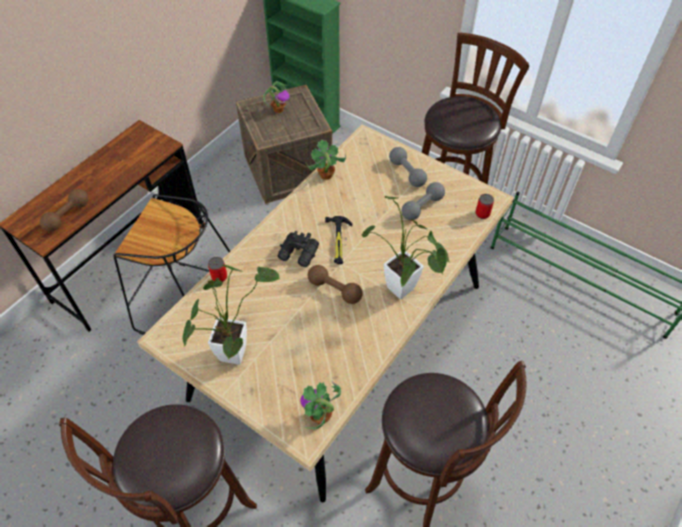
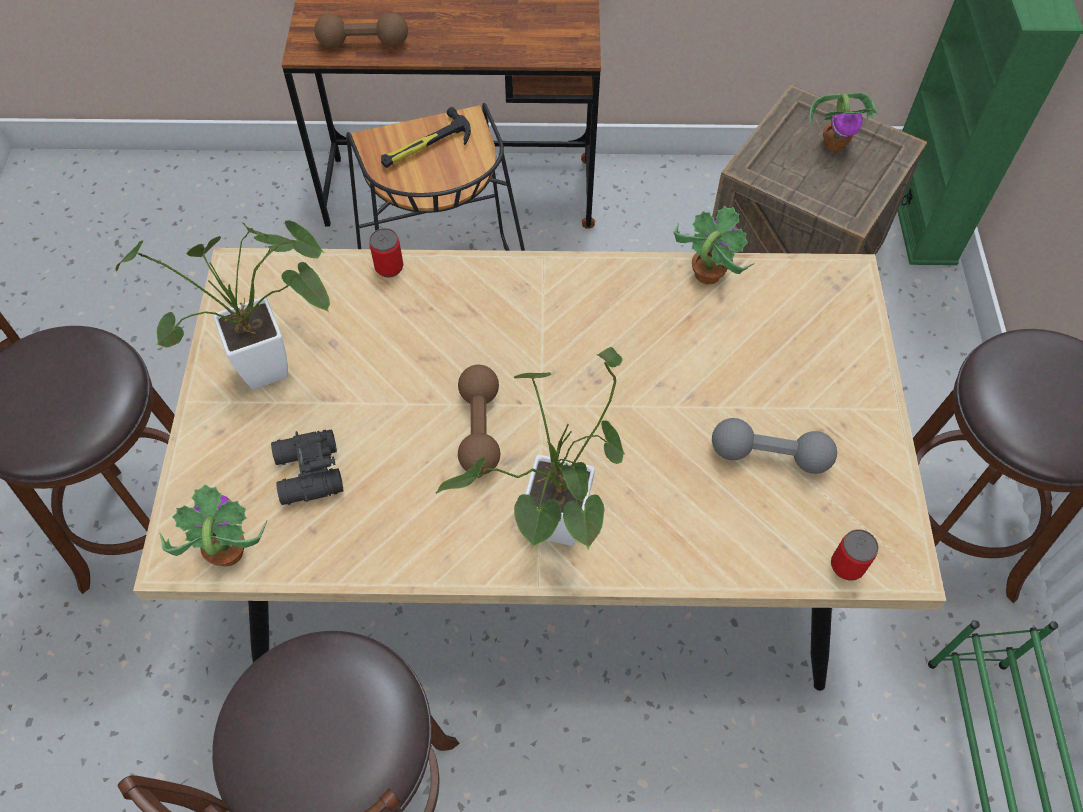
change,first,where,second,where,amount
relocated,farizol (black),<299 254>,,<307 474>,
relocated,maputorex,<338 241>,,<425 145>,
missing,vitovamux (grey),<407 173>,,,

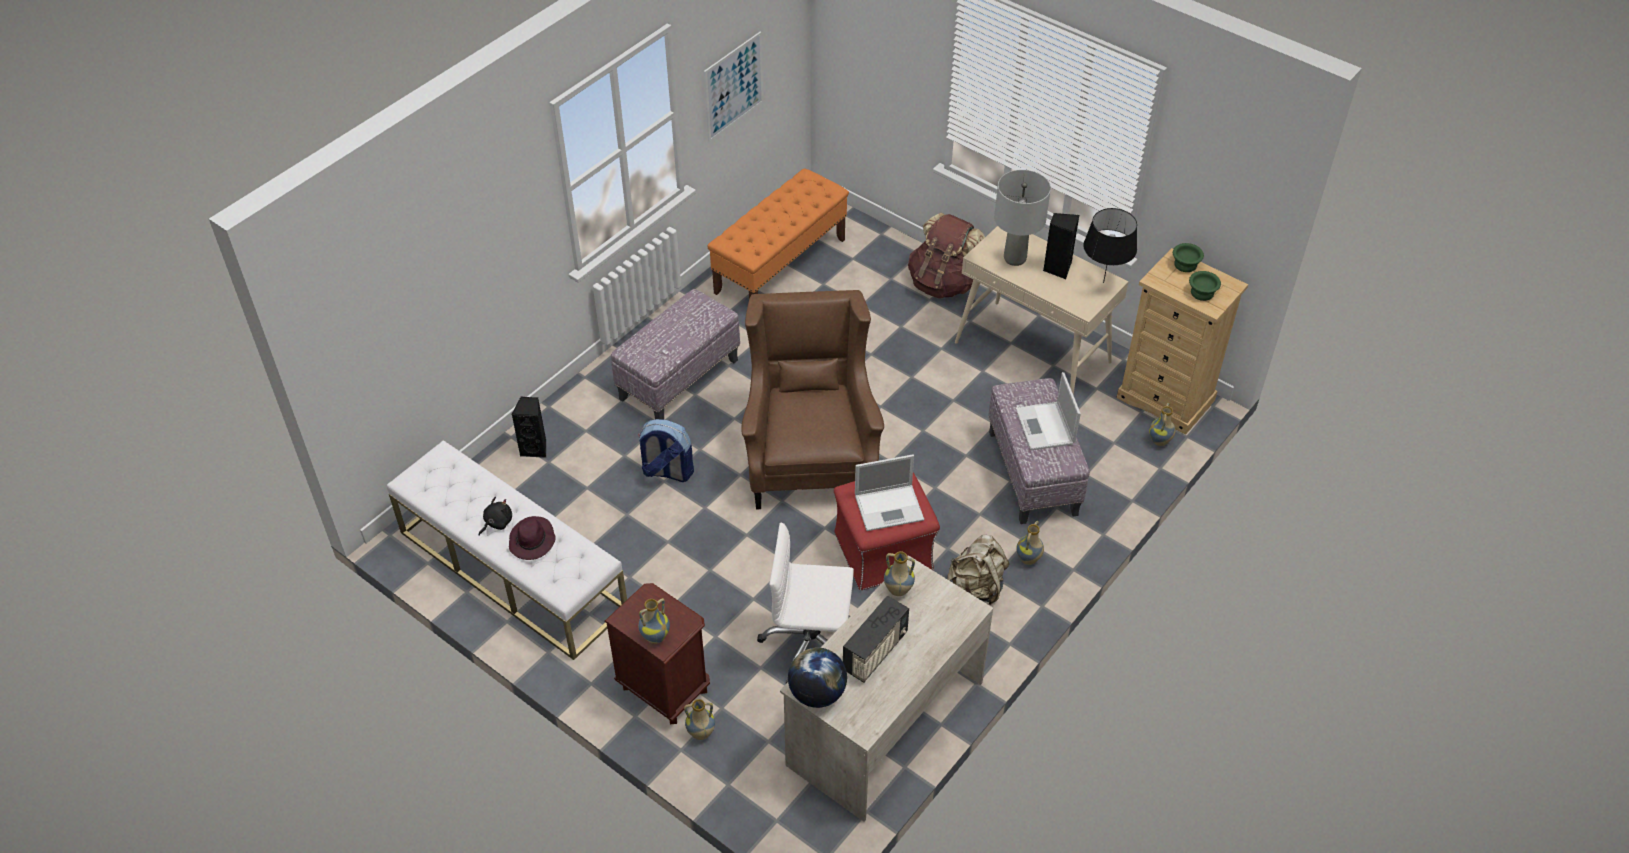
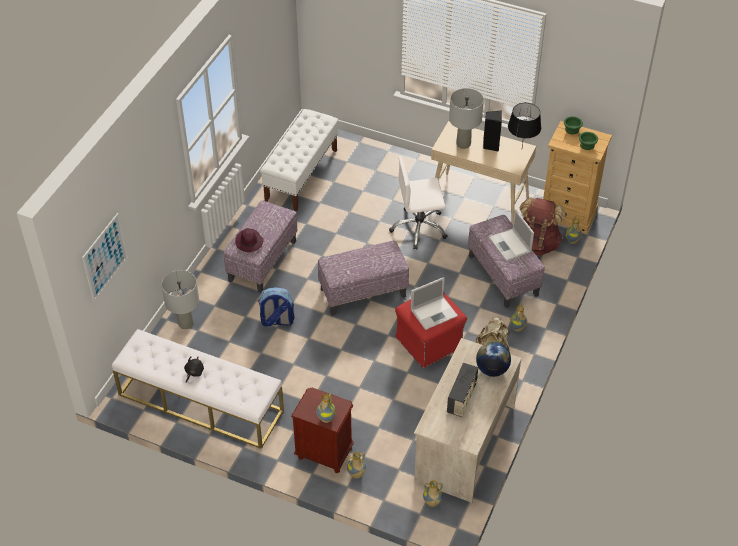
change,first,where,second,where,amount
relocated,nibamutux,<733 86>,,<105 257>,
exchanged,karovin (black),<535 448>,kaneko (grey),<186 323>,
relocated,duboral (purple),<532 541>,,<249 242>,
colour,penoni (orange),<780 265>,penoni (white),<301 175>,
exchanged,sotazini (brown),<810 455>,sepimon,<363 292>,
relocated,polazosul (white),<811 645>,,<419 228>,
relocated,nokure,<898 590>,,<432 503>,
relocated,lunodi,<817 693>,,<492 369>,
relocated,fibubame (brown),<942 283>,,<536 243>,

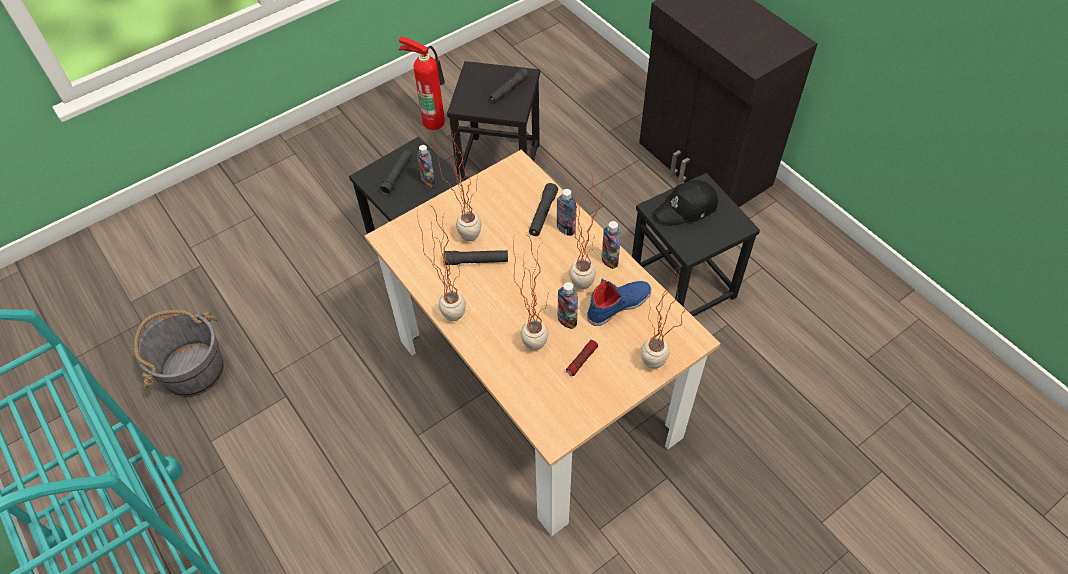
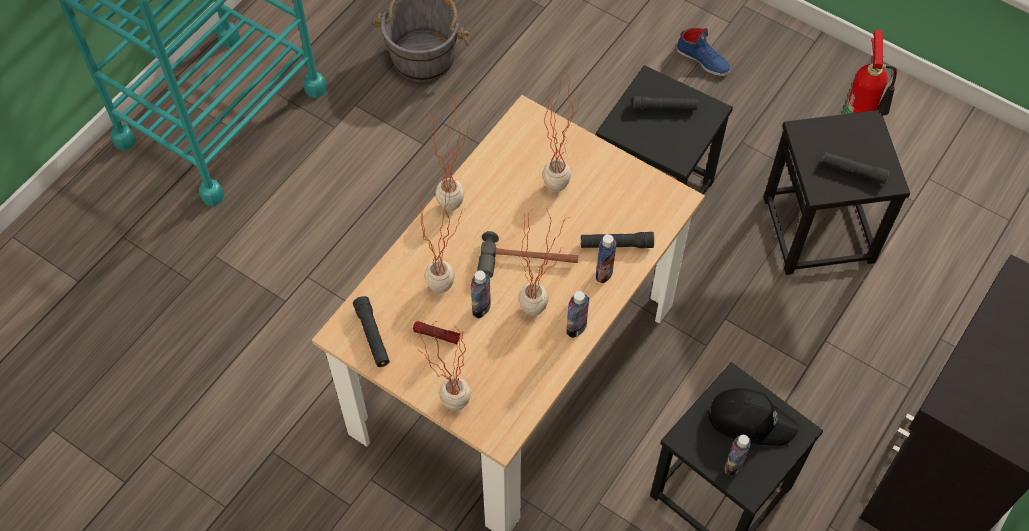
change,first,where,second,where,amount
relocated,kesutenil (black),<476 261>,,<372 335>,
appeared,,,maputorex,<528 261>,
relocated,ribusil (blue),<618 305>,,<703 60>,
spun,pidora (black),<687 209>,,<750 420>,150 degrees clockwise
relocated,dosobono,<428 181>,,<733 465>,

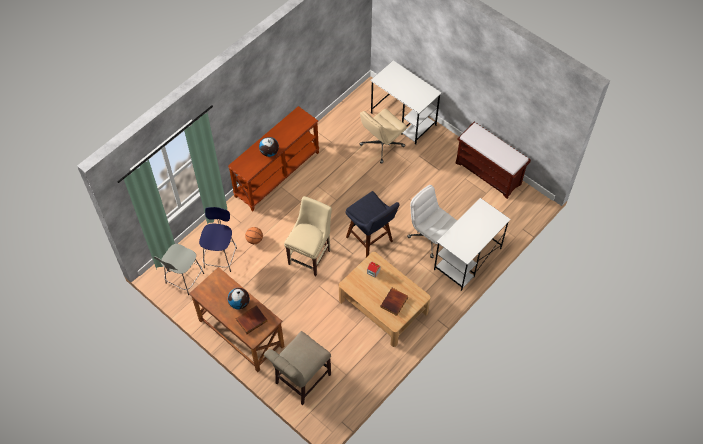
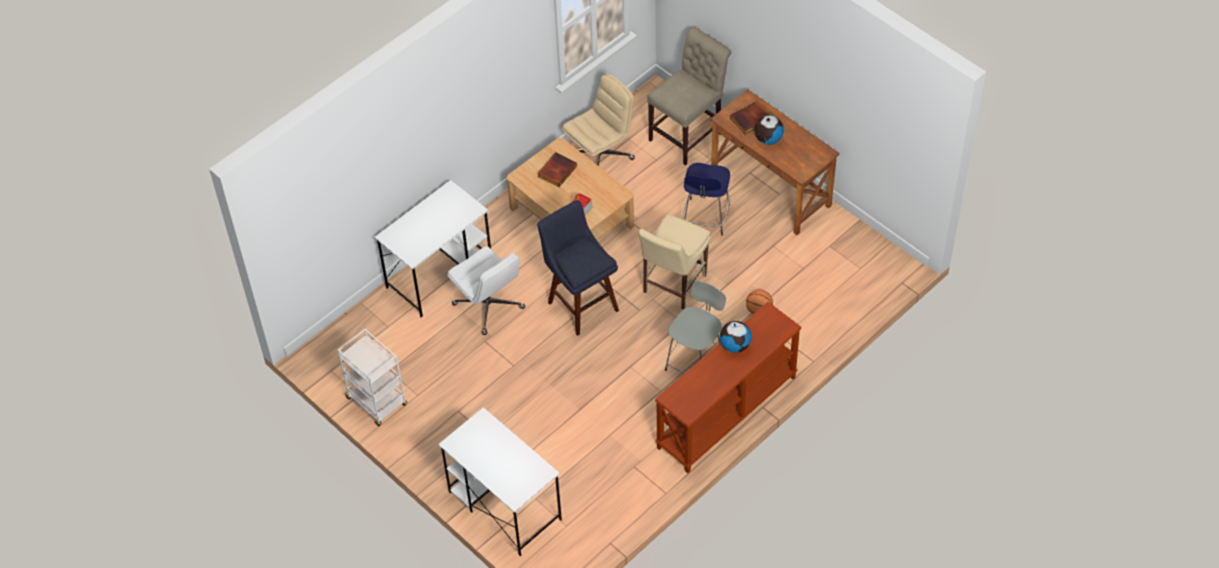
change,first,where,second,where,amount
exchanged,penoni (brown),<489 173>,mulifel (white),<377 402>,
relocated,polazosul (beige),<381 146>,,<600 156>,
relocated,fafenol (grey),<184 279>,,<695 363>,
relocated,fafenol (blue),<220 256>,,<705 218>,

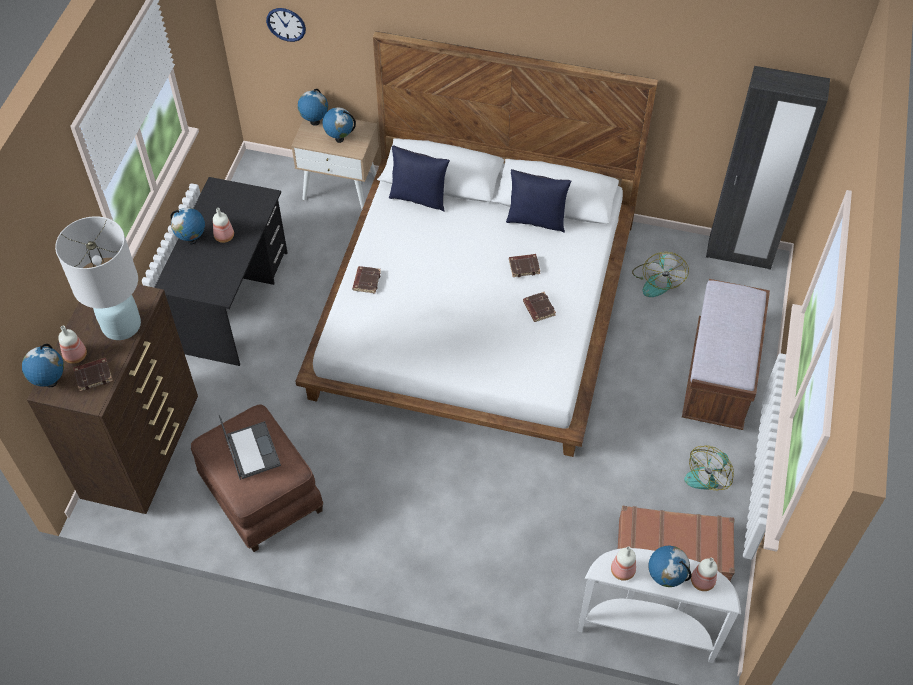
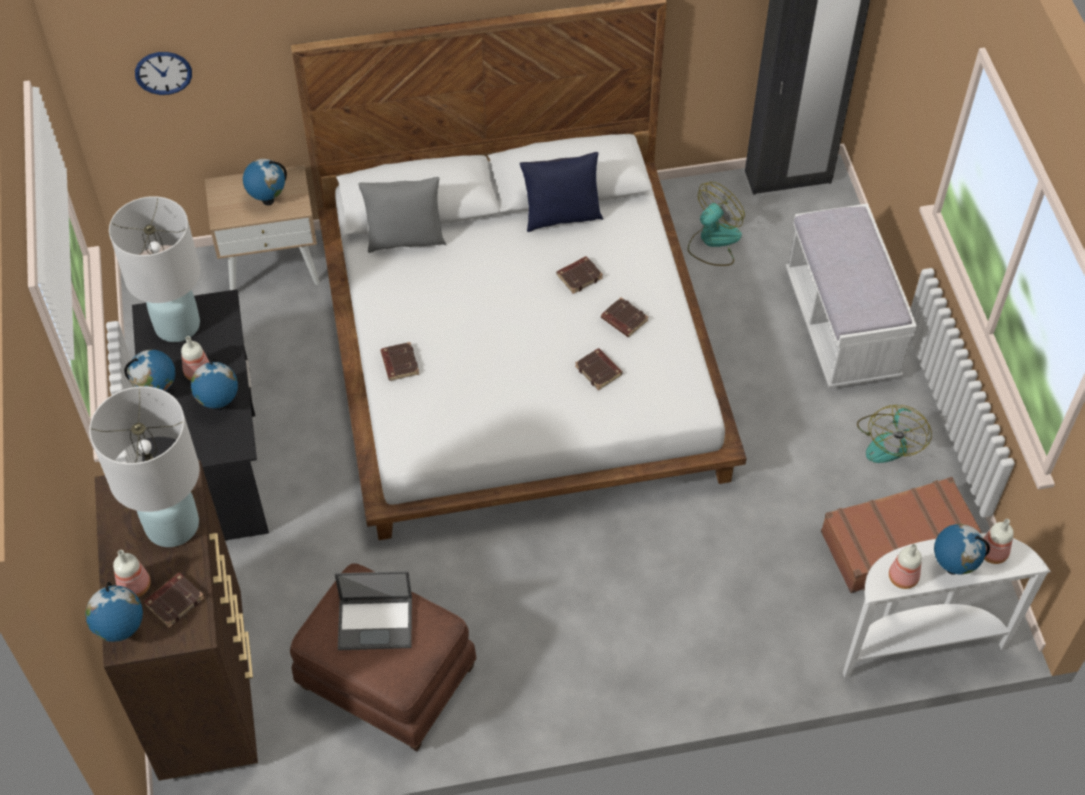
change,first,where,second,where,amount
appeared,,,kaneko (white),<177 325>,
relocated,lunodi,<314 122>,,<219 404>,
spun,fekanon,<252 450>,,<376 622>,135 degrees clockwise
colour,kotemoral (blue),<418 198>,kotemoral (grey),<405 239>,
appeared,,,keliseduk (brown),<599 371>,
spun,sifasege,<657 280>,,<713 241>,120 degrees counterclockwise
colour,penoni (brown),<718 376>,penoni (white),<841 326>,

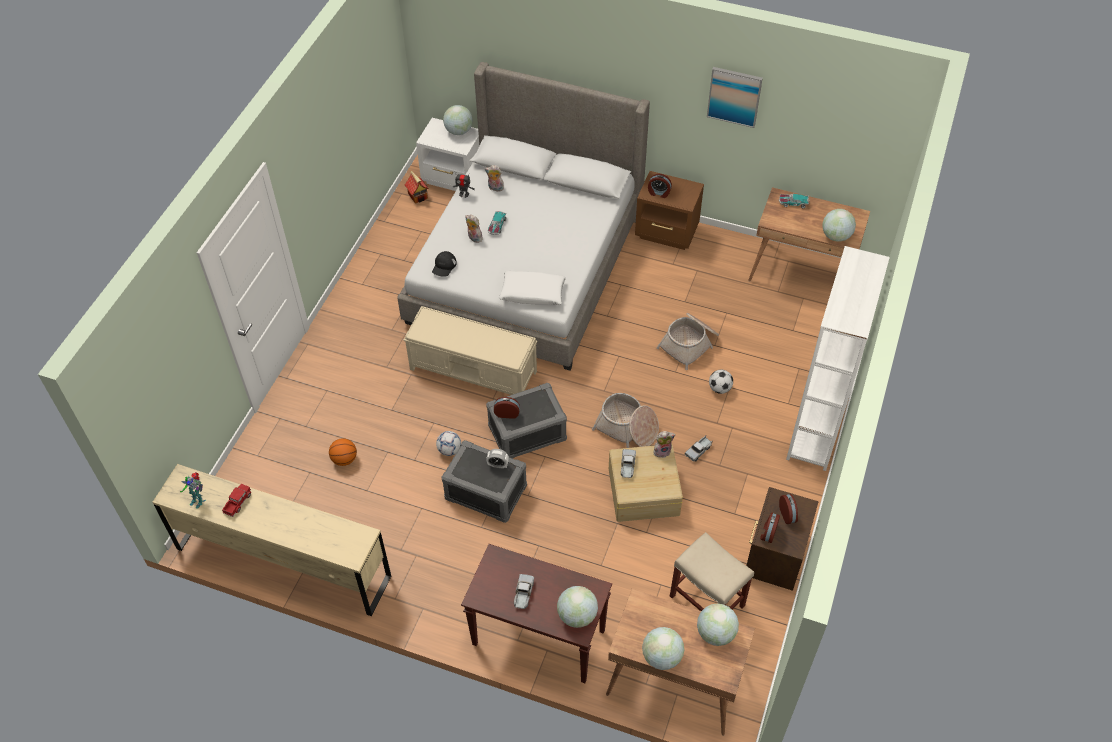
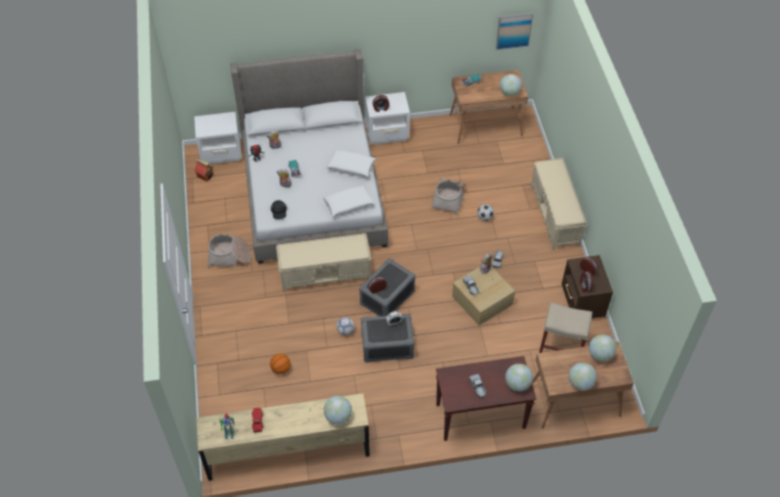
change,first,where,second,where,amount
relocated,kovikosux,<627 428>,,<229 256>,
relocated,lunodi,<458 131>,,<338 416>,
appeared,,,kotemoral (white),<351 167>,
colour,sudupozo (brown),<667 233>,sudupozo (white),<388 134>,
relocated,nibamutux,<734 96>,,<513 30>,
exchanged,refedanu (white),<816 427>,penoni (beige),<555 216>,

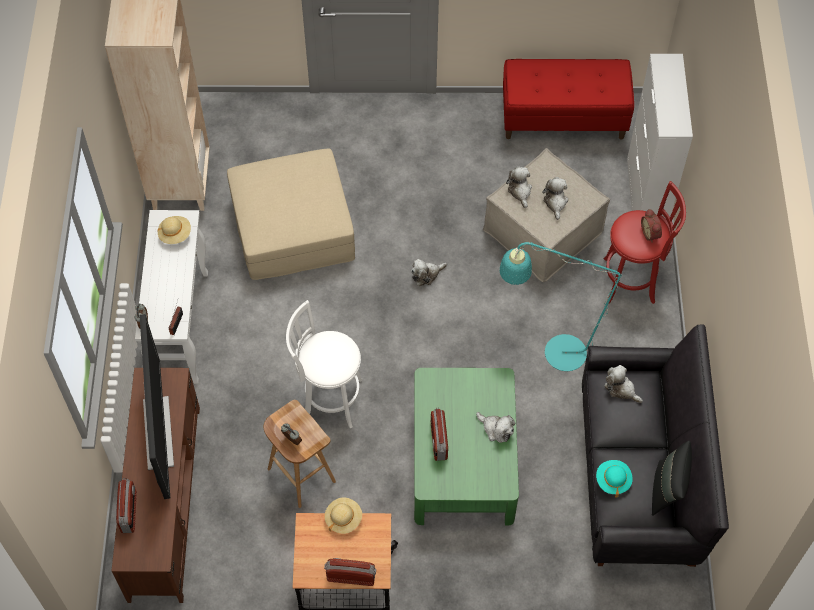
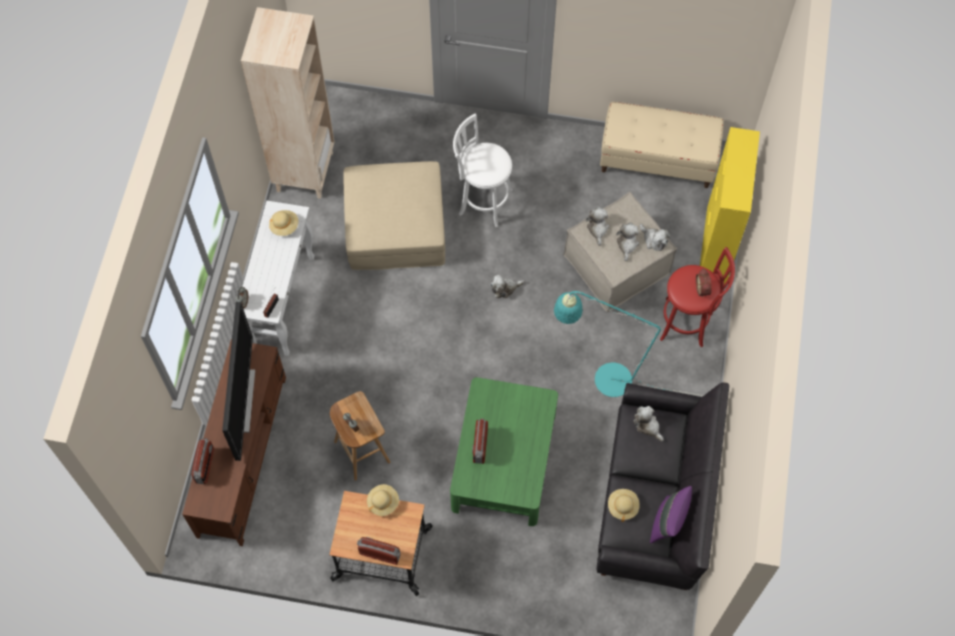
change,first,where,second,where,amount
relocated,fafenol (white),<329 398>,,<482 201>,
colour,penoni (red),<563 118>,penoni (beige),<657 160>,
colour,duboral (turquoise),<613 480>,duboral (beige),<622 506>,
relocated,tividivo,<496 429>,,<654 240>,
colour,kotemoral (black),<667 490>,kotemoral (purple),<668 523>,
colour,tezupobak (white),<645 198>,tezupobak (yellow),<715 247>,

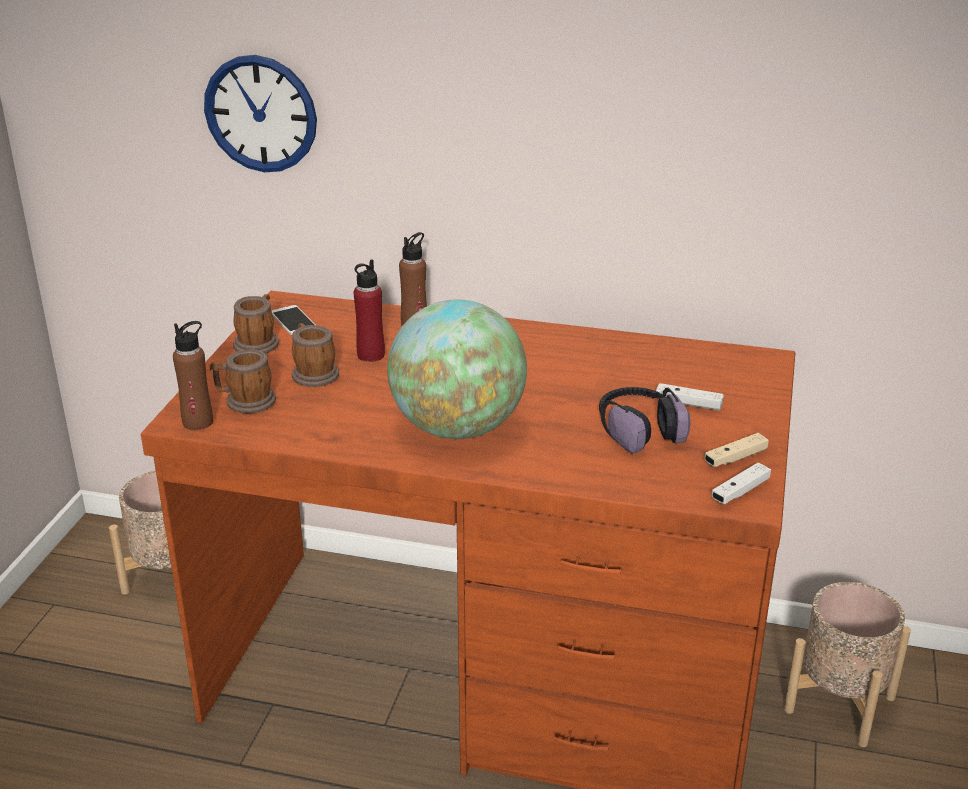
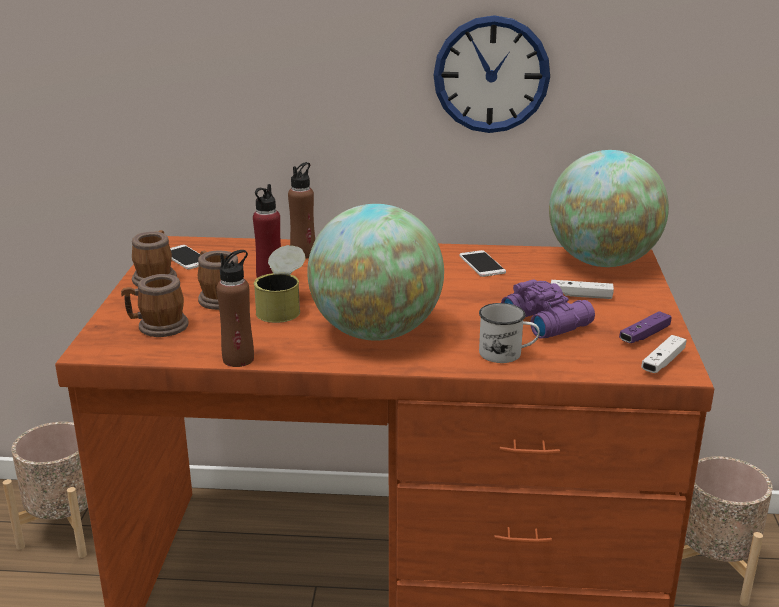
change,first,where,second,where,amount
relocated,dosobono (brown),<198 422>,,<238 359>,
appeared,,,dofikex,<283 307>,
relocated,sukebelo,<260 114>,,<491 75>,
appeared,,,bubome,<482 264>,
appeared,,,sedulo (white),<507 354>,
exchanged,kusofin,<639 430>,farizol (purple),<546 320>,
appeared,,,lunodi,<602 262>,
colour,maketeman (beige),<735 458>,maketeman (purple),<644 335>,

